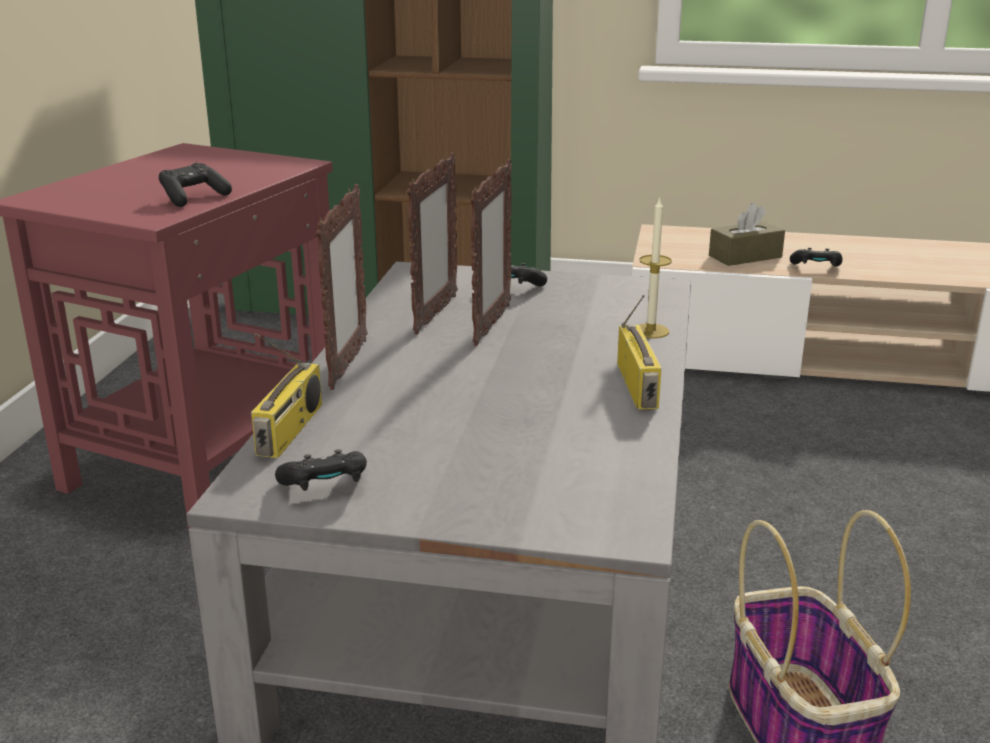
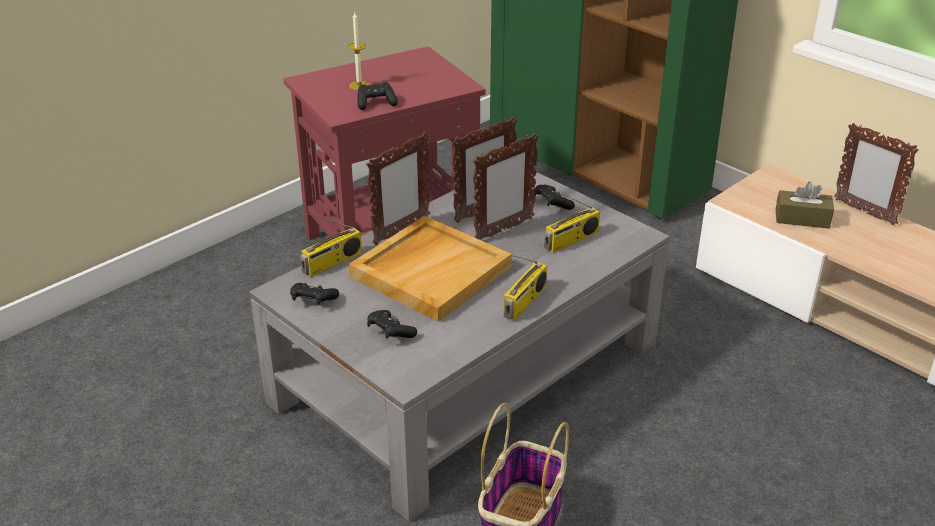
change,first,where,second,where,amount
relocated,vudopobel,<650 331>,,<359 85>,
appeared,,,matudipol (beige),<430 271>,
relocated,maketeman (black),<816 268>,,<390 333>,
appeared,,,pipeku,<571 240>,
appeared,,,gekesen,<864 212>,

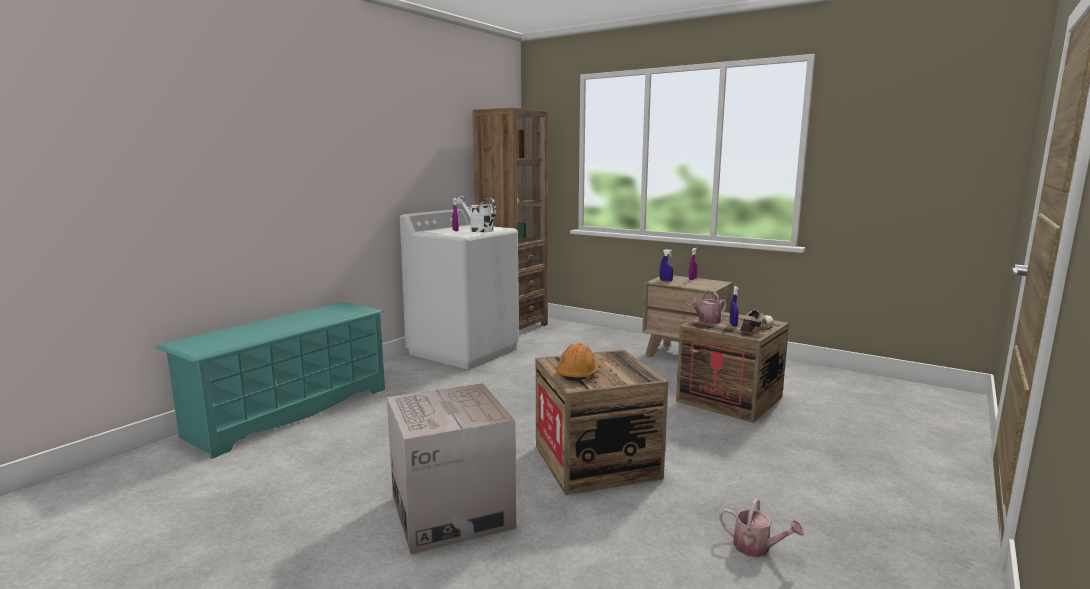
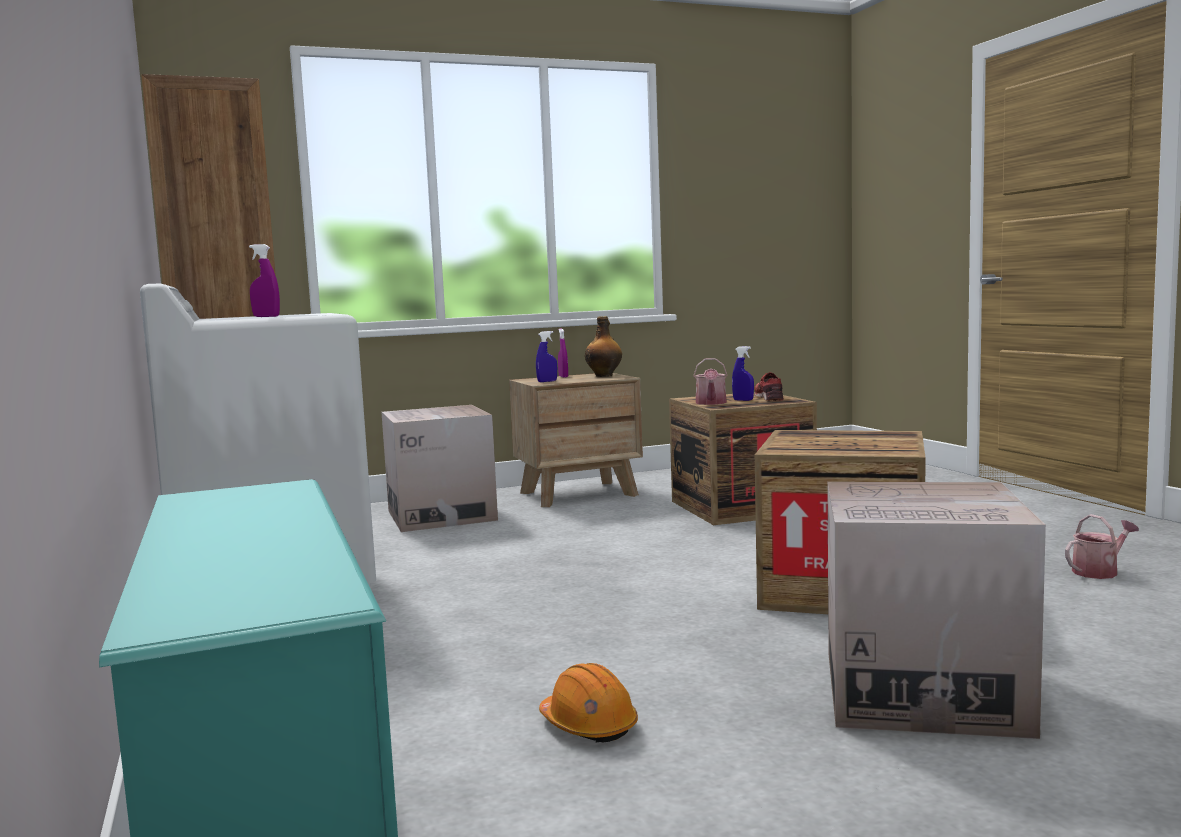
change,first,where,second,where,amount
appeared,,,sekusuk,<441 515>,
relocated,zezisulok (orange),<577 373>,,<588 725>,
appeared,,,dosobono,<604 376>,
colour,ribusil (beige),<757 328>,ribusil (red),<769 397>,
missing,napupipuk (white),<478 230>,,,

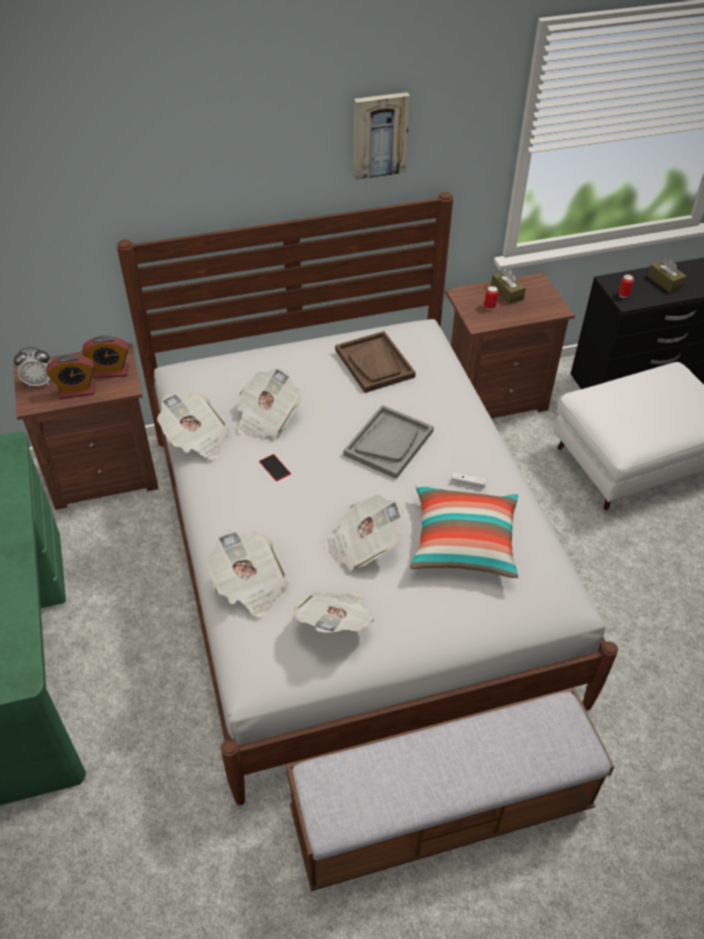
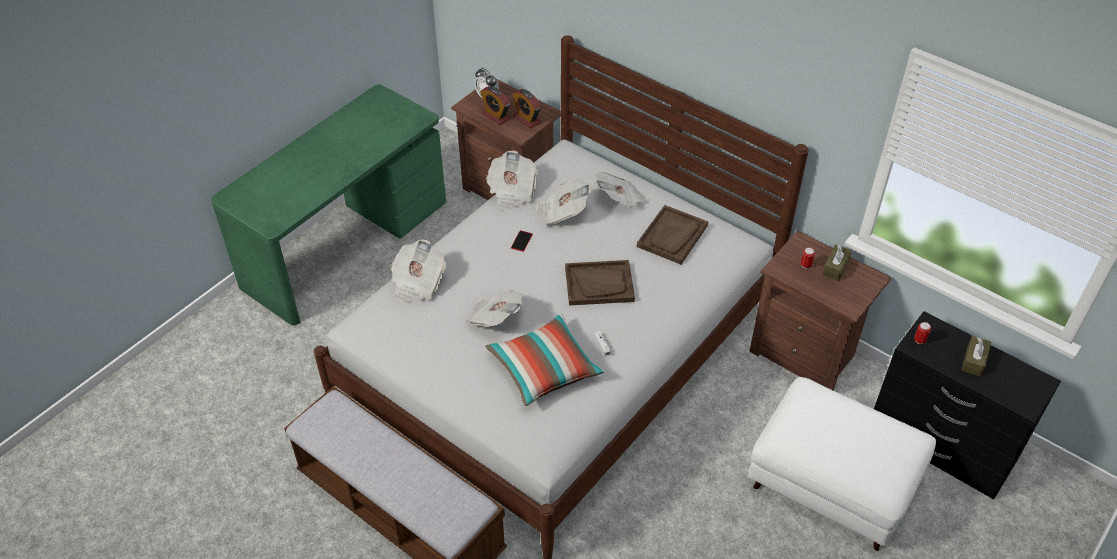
change,first,where,second,where,amount
colour,matudipol (grey),<388 443>,matudipol (brown),<599 284>,
relocated,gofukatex,<336 622>,,<621 200>,
missing,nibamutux,<379 135>,,,

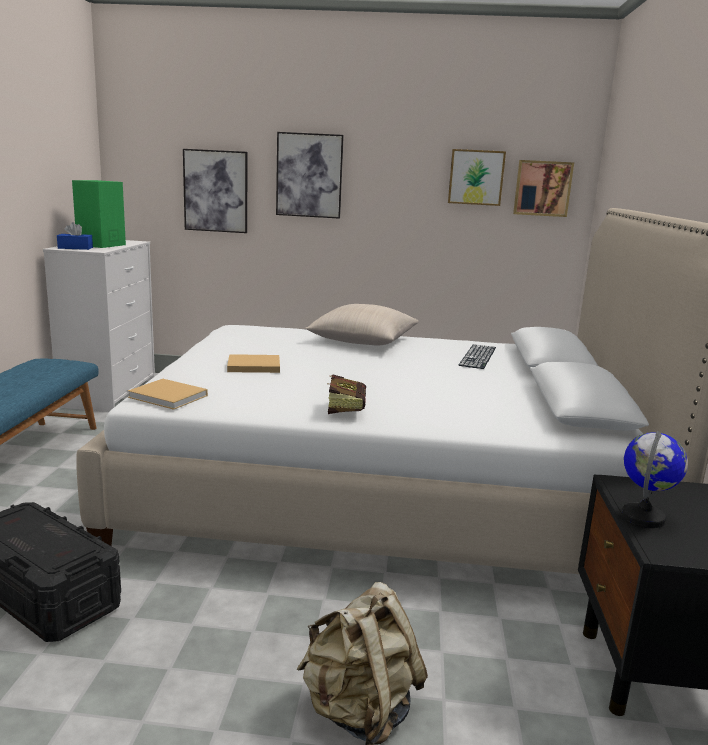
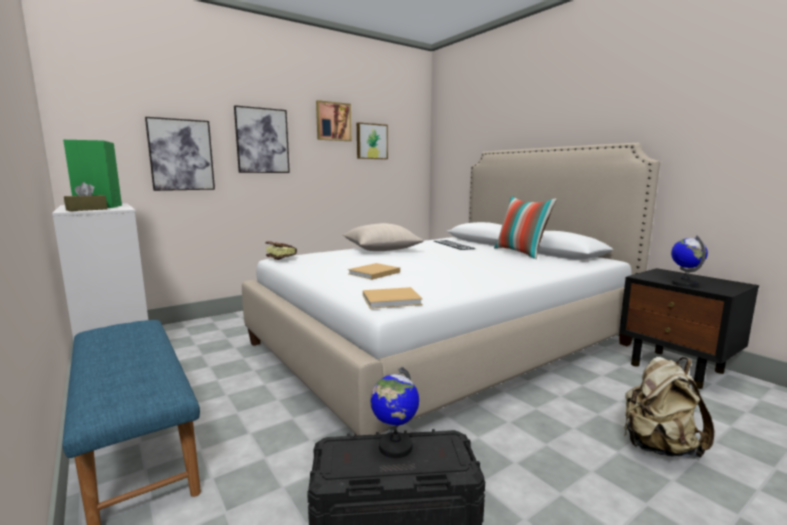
change,first,where,second,where,amount
colour,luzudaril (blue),<75 248>,luzudaril (brown),<87 209>,
relocated,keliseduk,<346 409>,,<279 259>,
relocated,nibamutux,<542 188>,,<333 121>,
appeared,,,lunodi,<395 447>,
appeared,,,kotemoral,<521 253>,

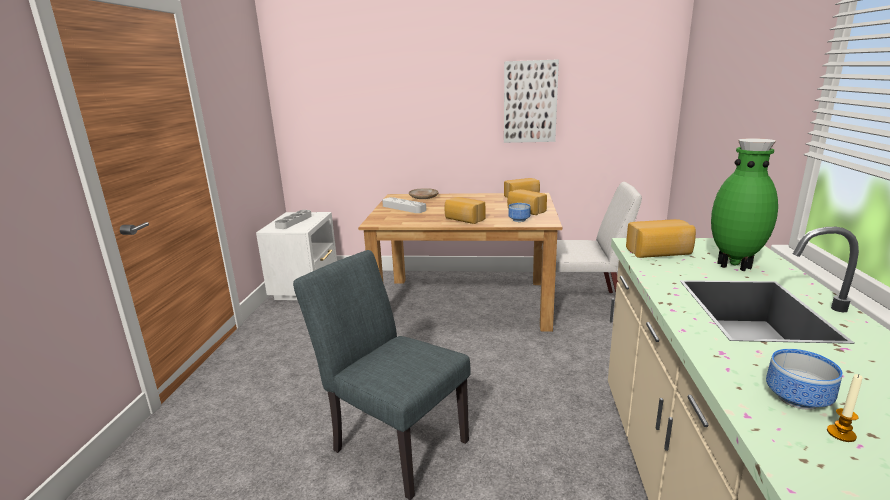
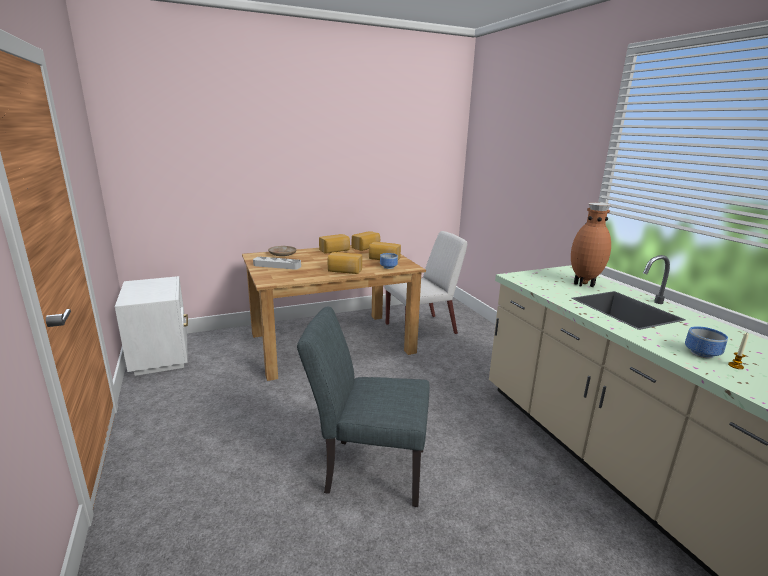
change,first,where,second,where,amount
relocated,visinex,<659 253>,,<335 251>,
colour,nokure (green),<734 265>,nokure (brown),<584 284>,
missing,matudipol (grey),<294 222>,,,
missing,nibamutux,<530 102>,,,

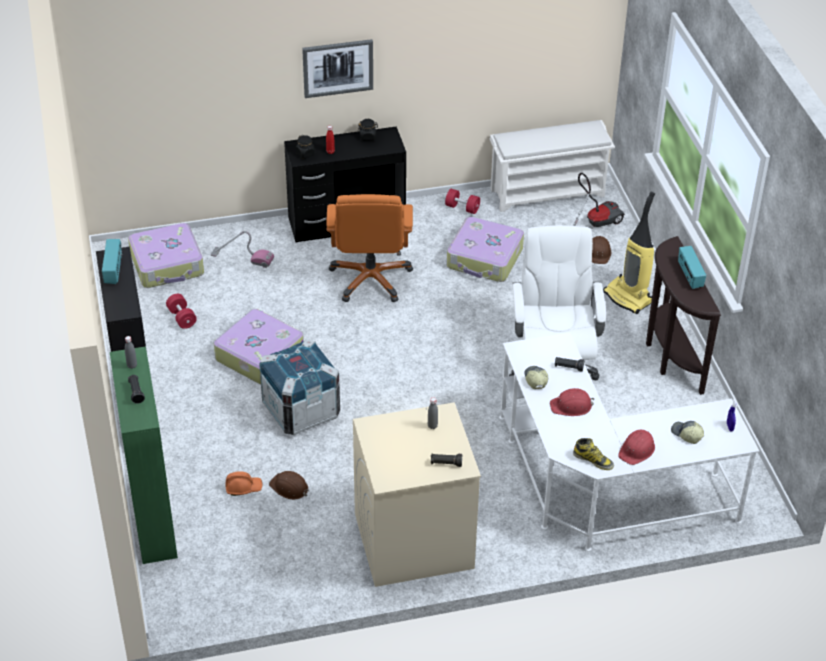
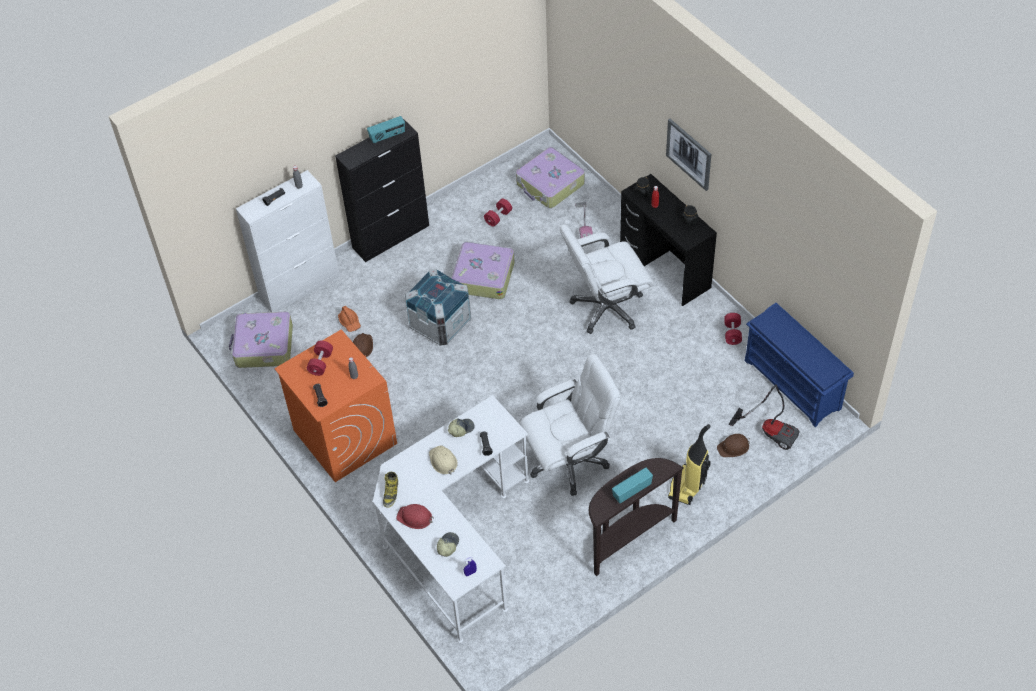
change,first,where,second,where,amount
relocated,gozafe,<485 259>,,<263 346>,
colour,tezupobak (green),<153 519>,tezupobak (white),<300 287>,
colour,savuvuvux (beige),<413 541>,savuvuvux (orange),<344 436>,
appeared,,,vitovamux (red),<321 363>,
colour,zezisulok (red),<571 406>,zezisulok (beige),<443 461>,
colour,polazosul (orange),<370 279>,polazosul (white),<606 308>,
colour,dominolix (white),<548 192>,dominolix (blue),<793 385>,

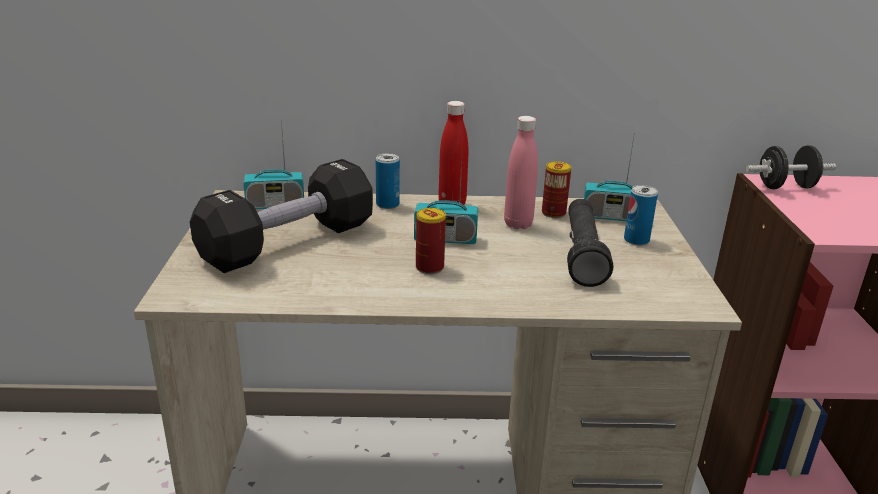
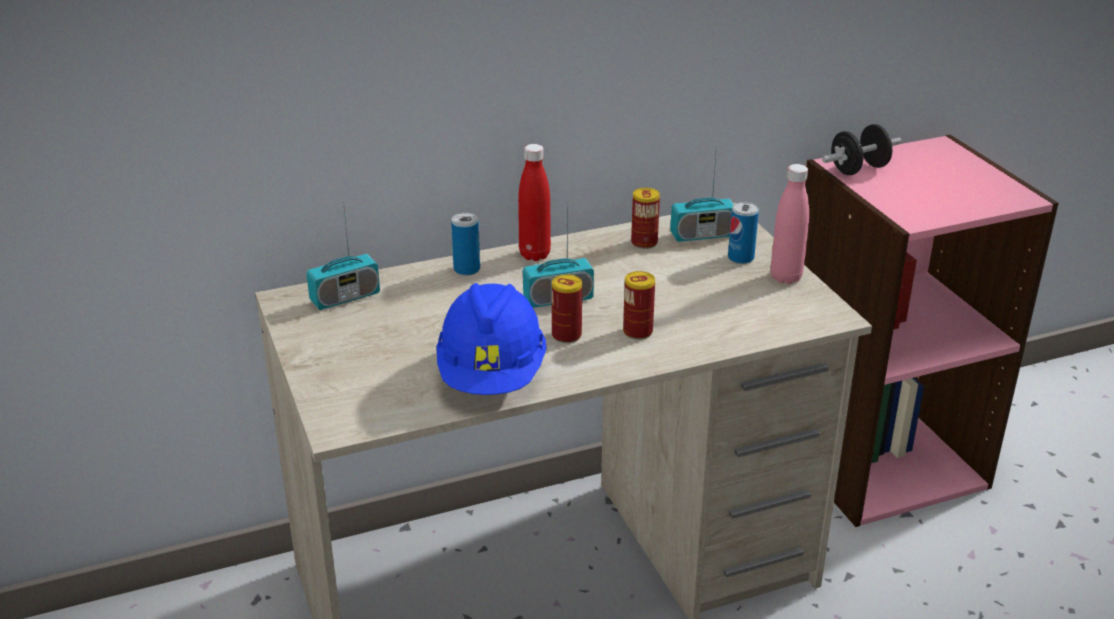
change,first,where,second,where,amount
appeared,,,zezisulok (blue),<492 375>,
appeared,,,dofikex,<637 332>,
relocated,dosobono (pink),<518 224>,,<786 277>,
missing,vitovamux (black),<289 243>,,,
missing,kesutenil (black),<582 254>,,,

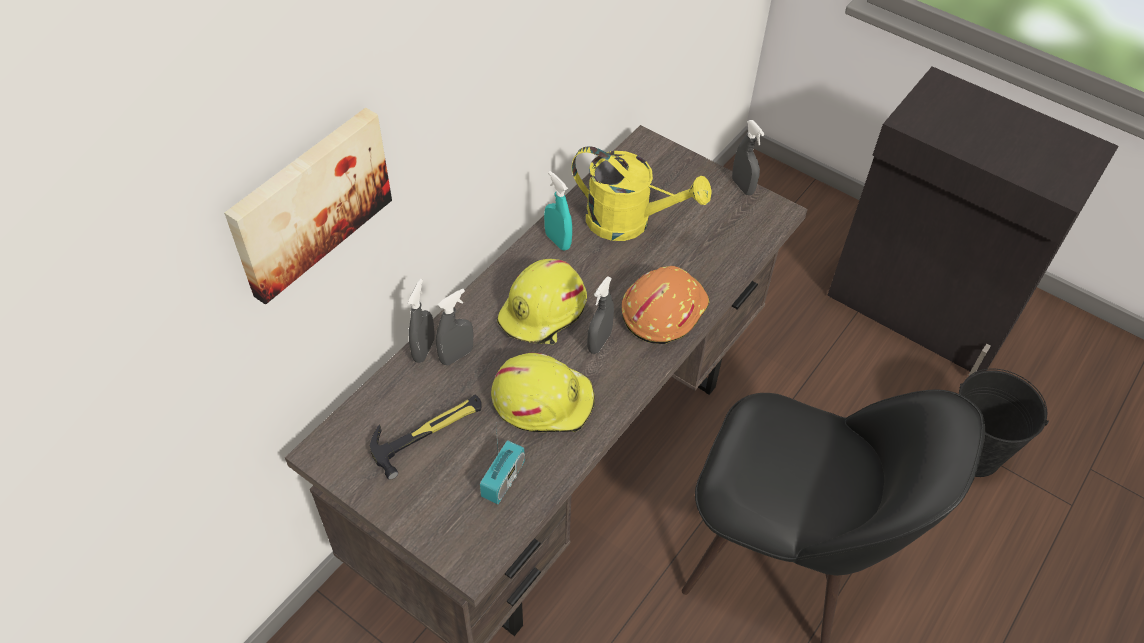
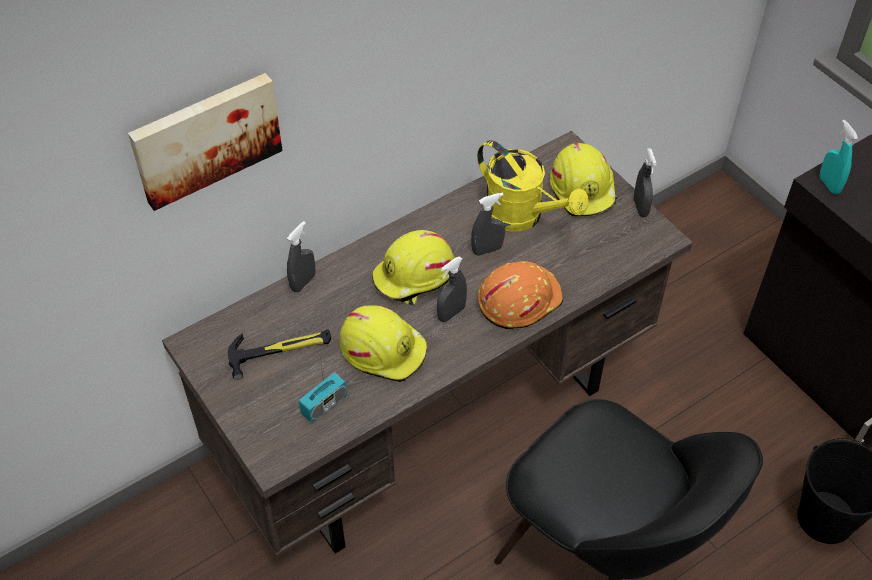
change,first,where,second,where,amount
relocated,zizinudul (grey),<456 355>,,<487 250>,
appeared,,,zezisulok (yellow),<583 189>,
relocated,zizinudul (turquoise),<557 241>,,<829 185>,

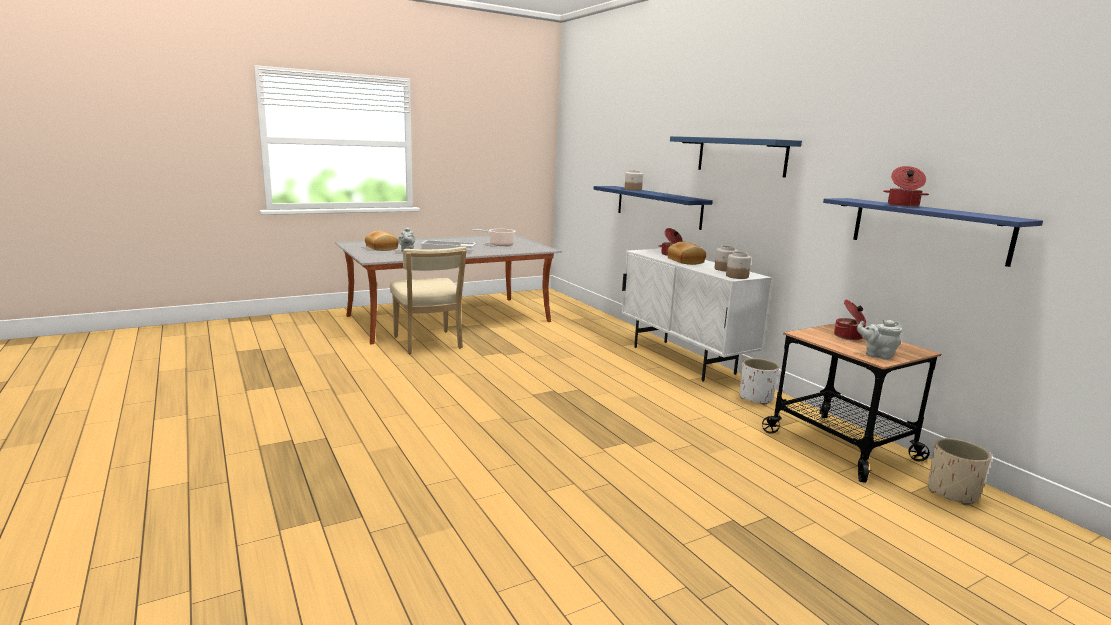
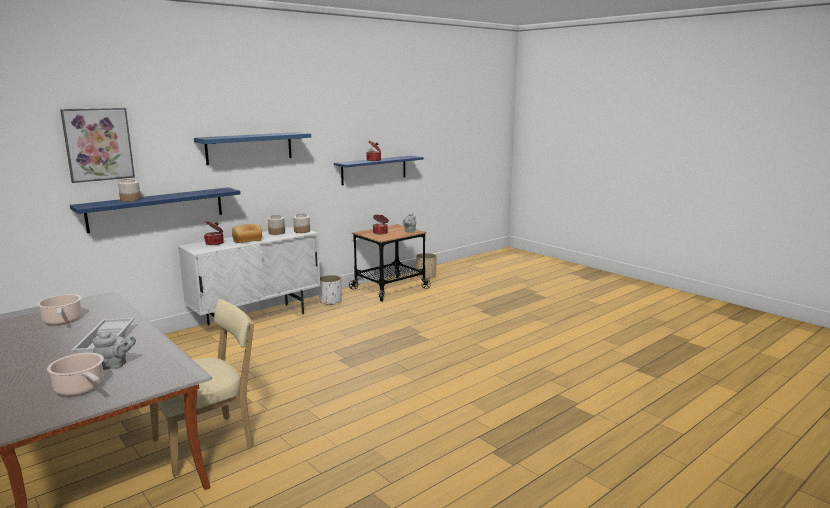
change,first,where,second,where,amount
exchanged,visinex,<381 248>,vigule,<81 388>,
appeared,,,nibamutux,<98 144>,

